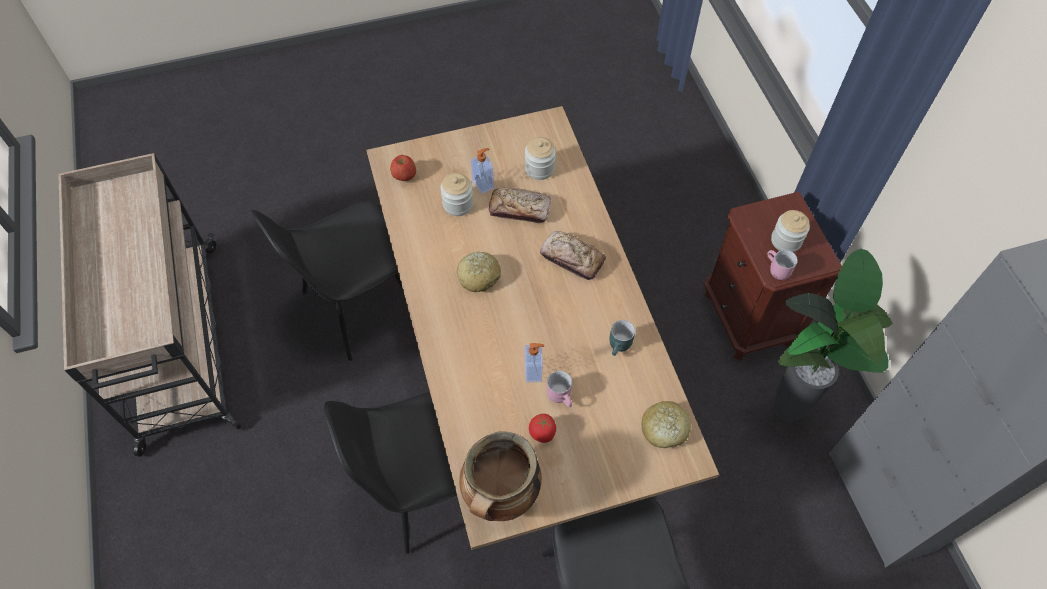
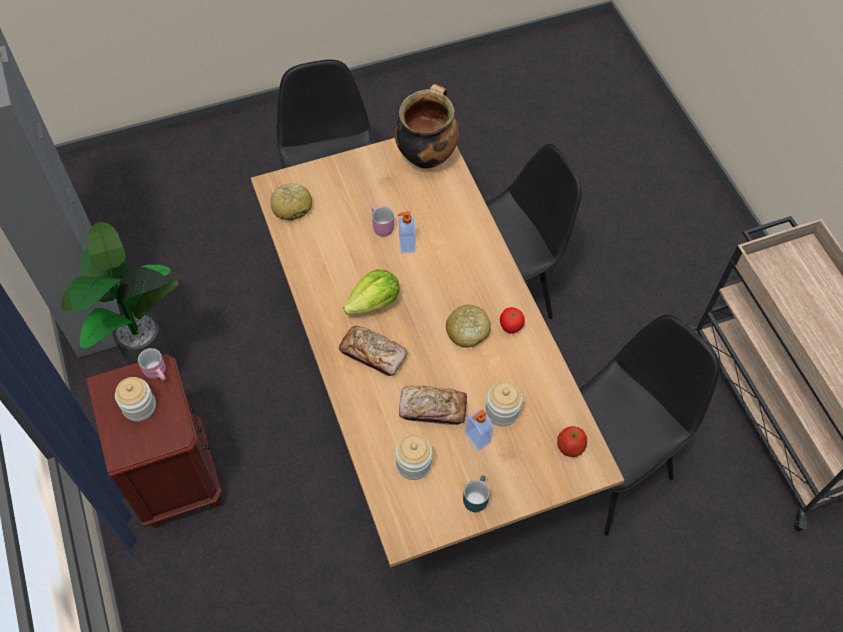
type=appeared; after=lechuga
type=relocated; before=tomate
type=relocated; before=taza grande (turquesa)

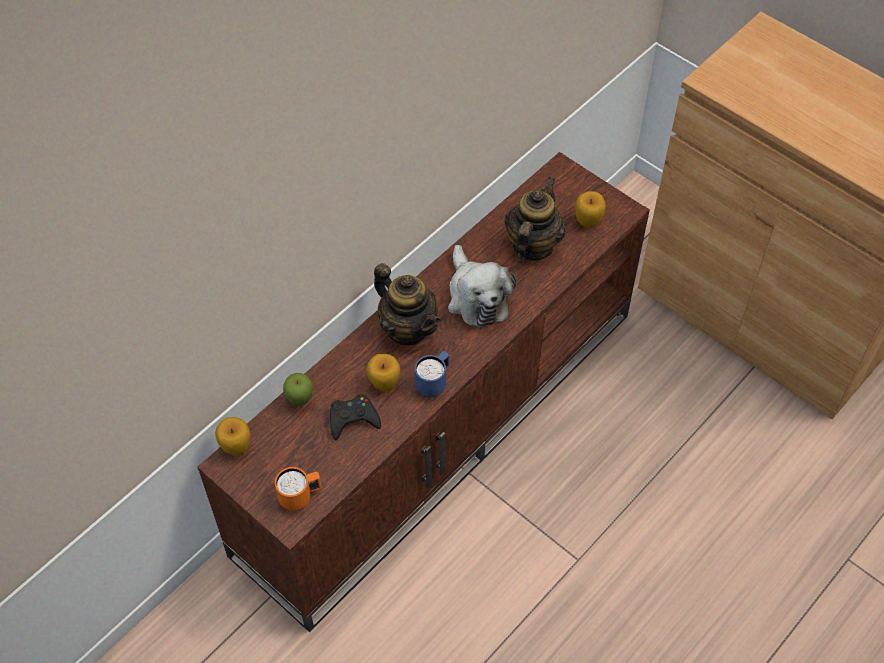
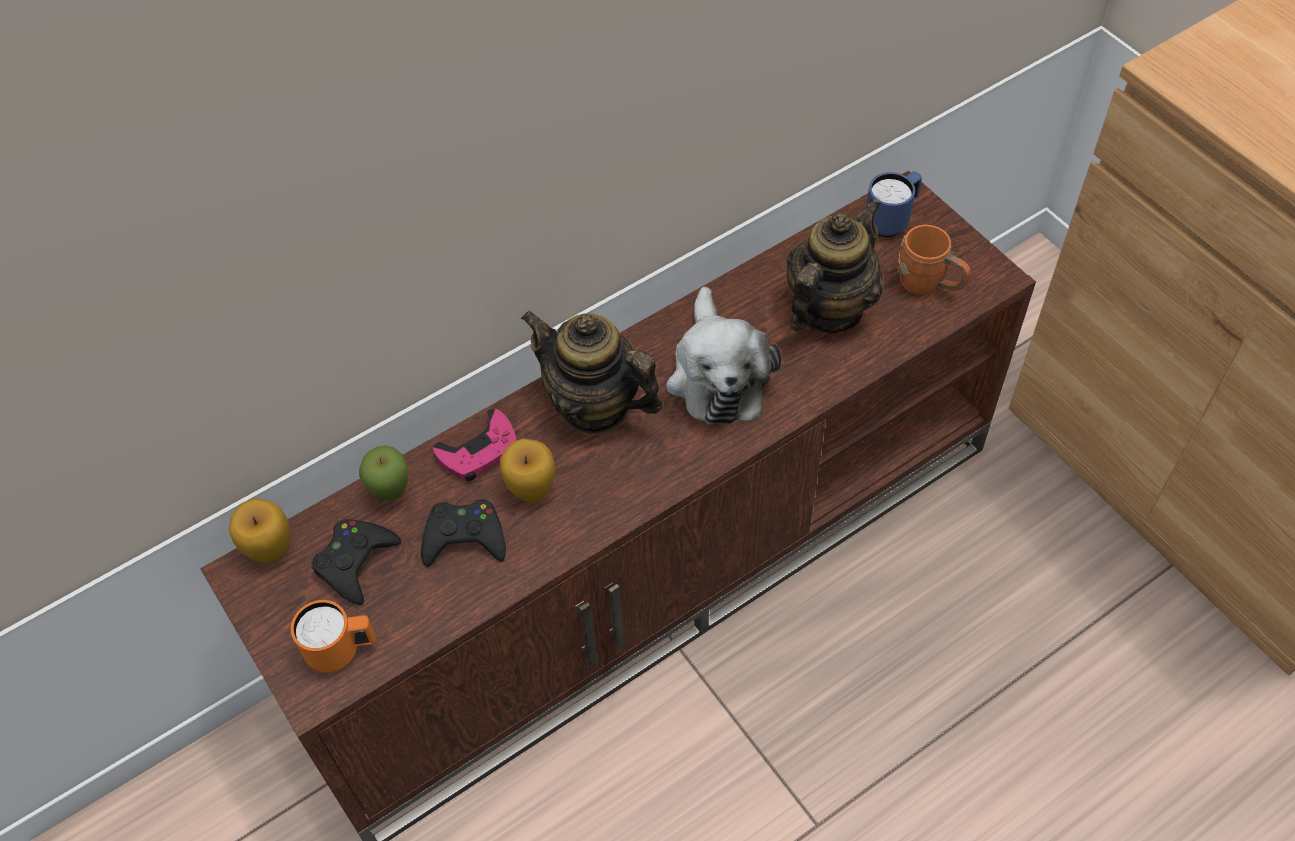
type=appeared; after=mando de consola (negro) (no. 1 from left)
type=appeared; after=mando de consola (rosa)
type=relocated; before=taza grande (azul)
type=exchanged; before=manzana (no. 4 from left); after=taza grande (naranja) (no. 2 from left)
type=spun; before=tetera (no. 1 from left); turn=150

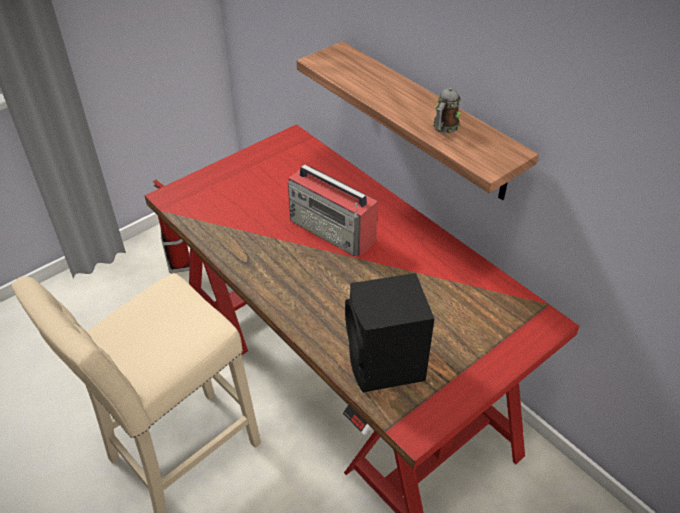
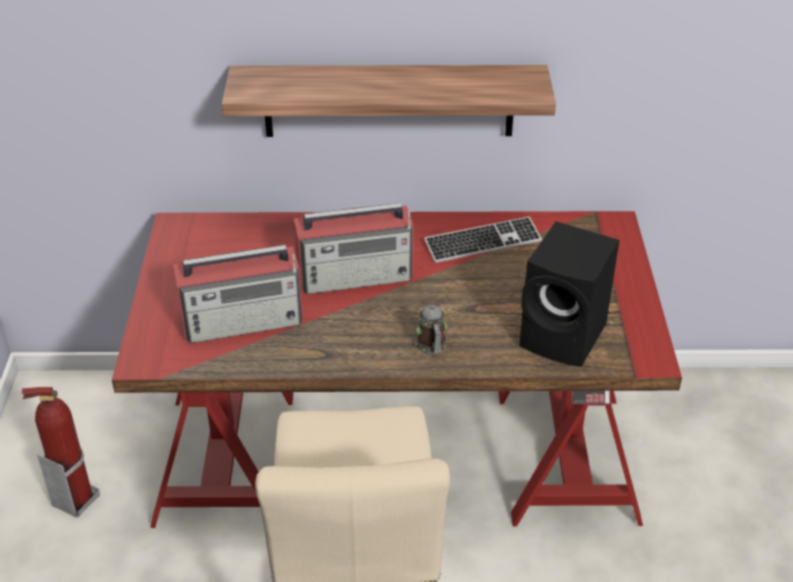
type=appeared; after=radio (no. 1 from left)
type=appeared; after=teclado
type=relocated; before=taza grande

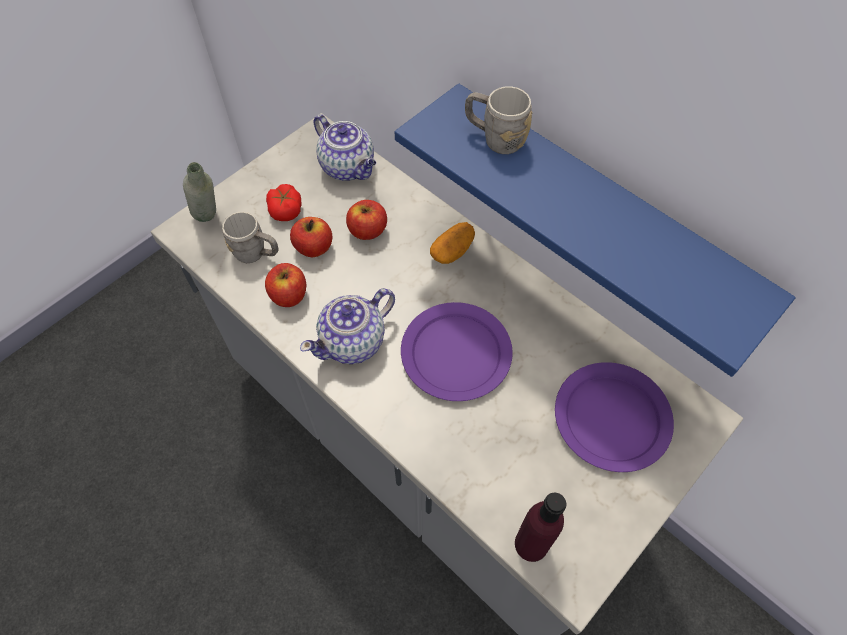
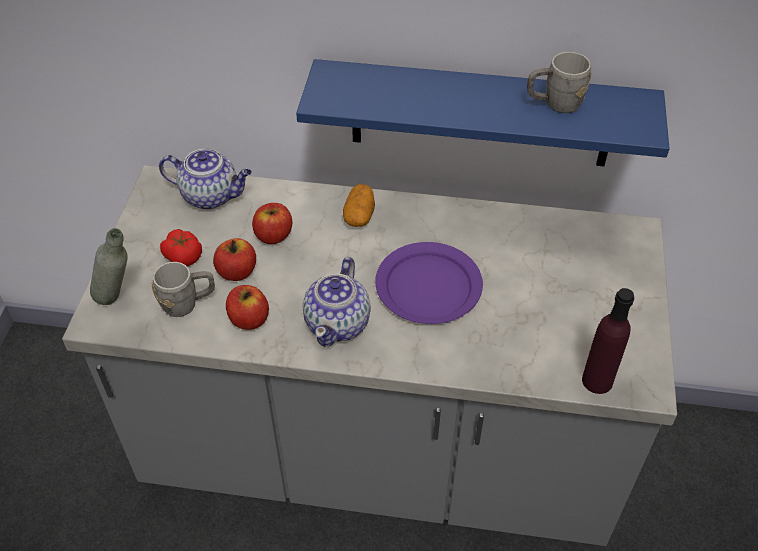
type=missing; before=plato (morado) (no. 2 from left)
type=relocated; before=taza grande (gris) (no. 2 from left)

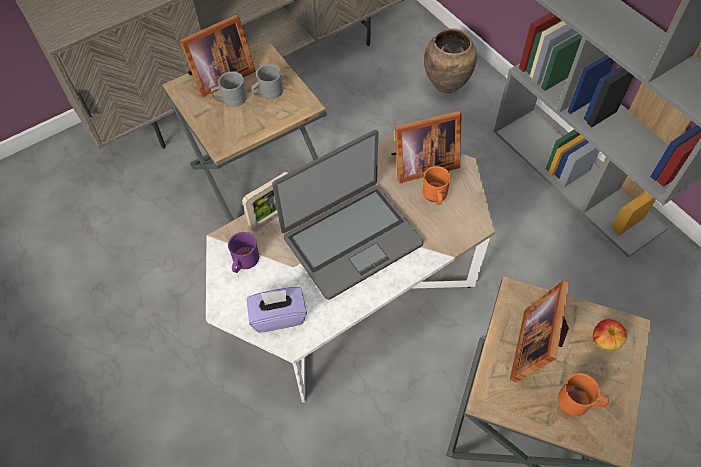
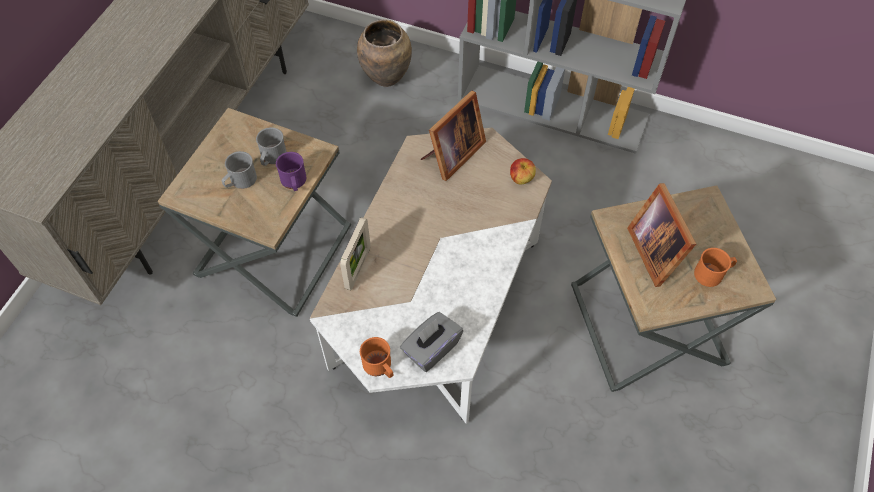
type=missing; before=portarretratos (no. 1 from left)
type=missing; before=portátil
type=relocated; before=taza grande (morado)
type=relocated; before=taza grande (naranja) (no. 1 from left)
type=relocated; before=manzana
type=colour; before=caja de pañuelos (morado); after=caja de pañuelos (gris)

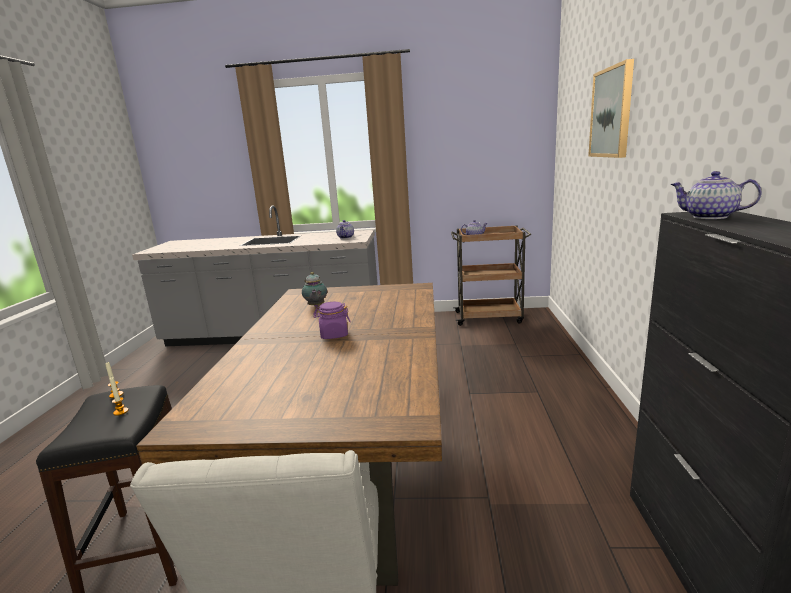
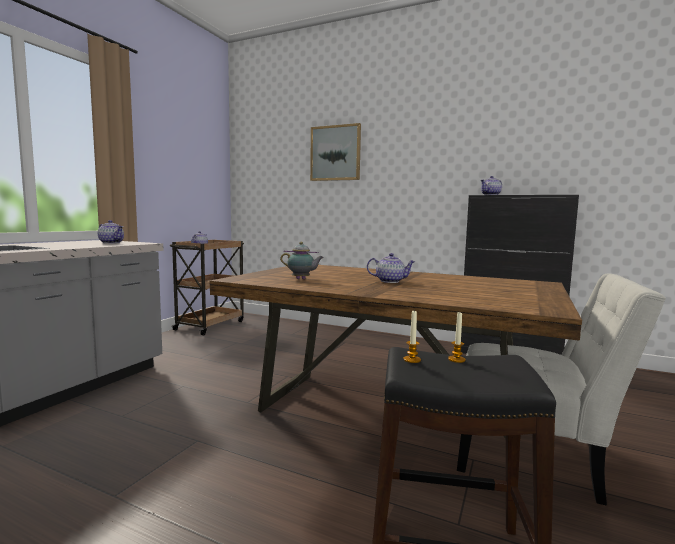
type=exchanged; before=tarro (morado); after=tetera (no. 4 from left)

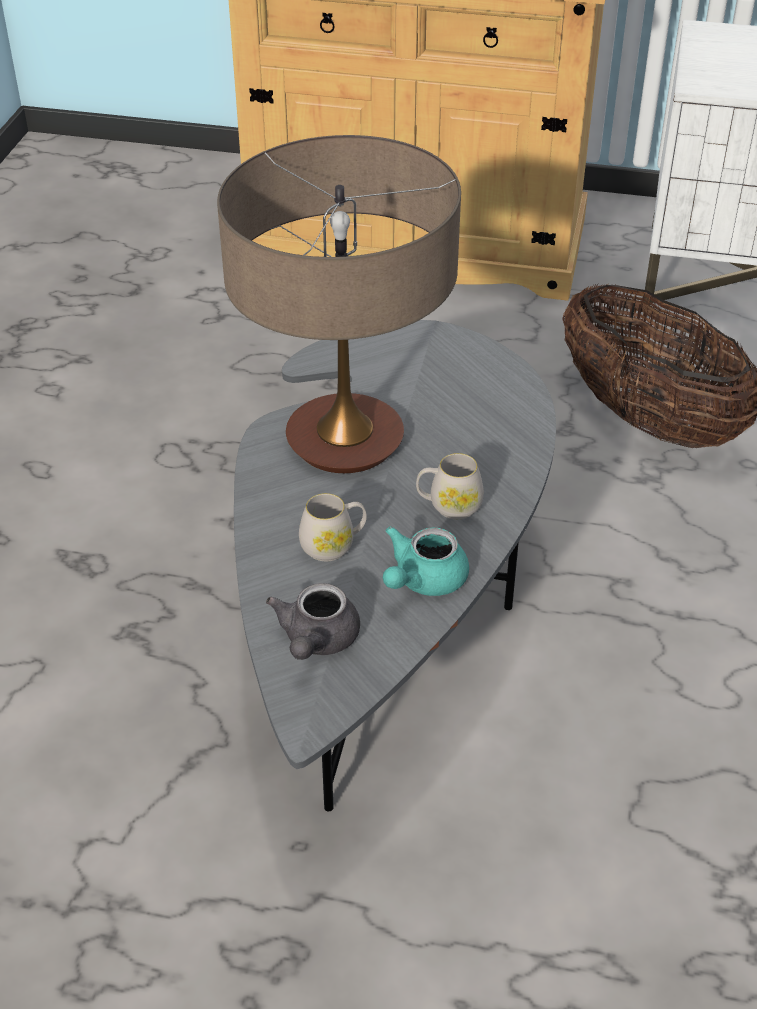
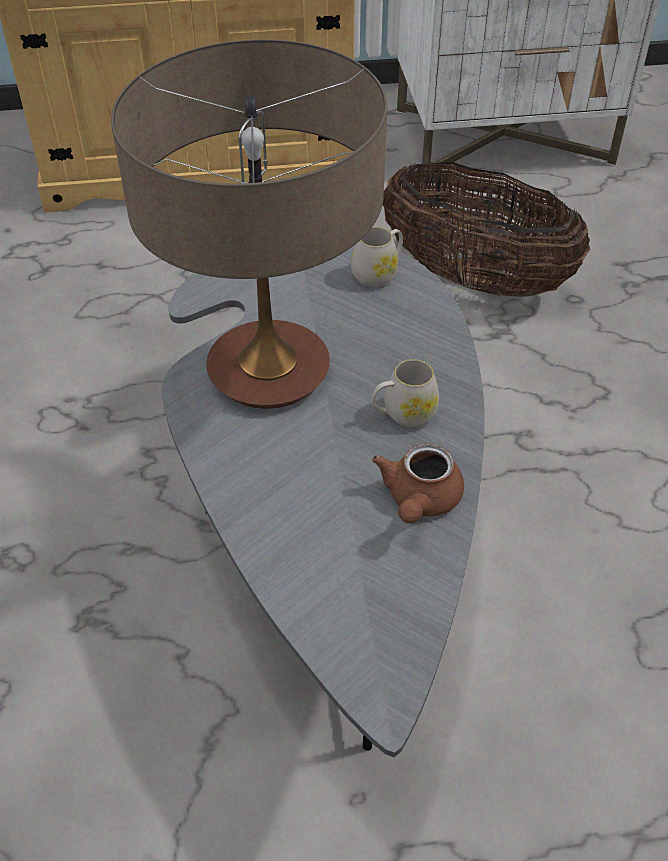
type=missing; before=tetera (gris)
type=relocated; before=taza grande (blanco) (no. 1 from left)
type=colour; before=tetera (turquesa); after=tetera (marrón)

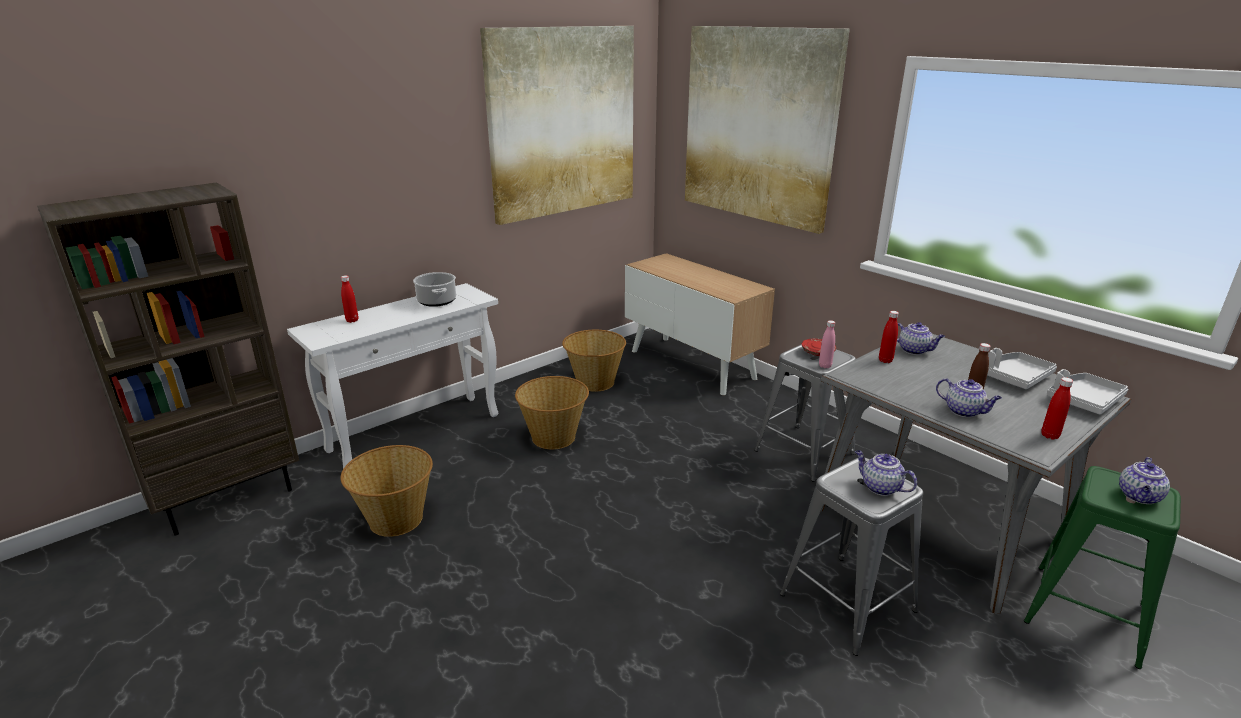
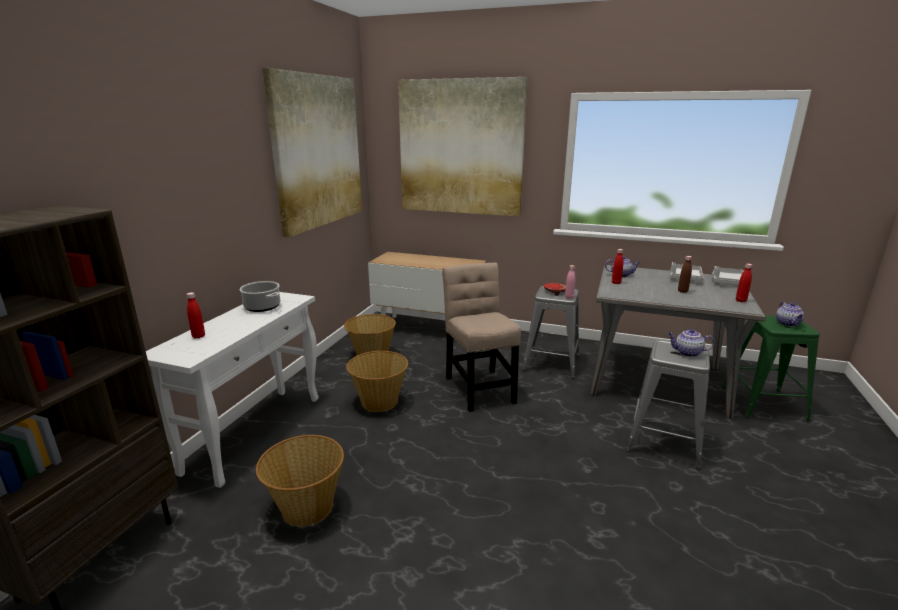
type=missing; before=tetera (no. 3 from left)
type=appeared; after=silla (beis)

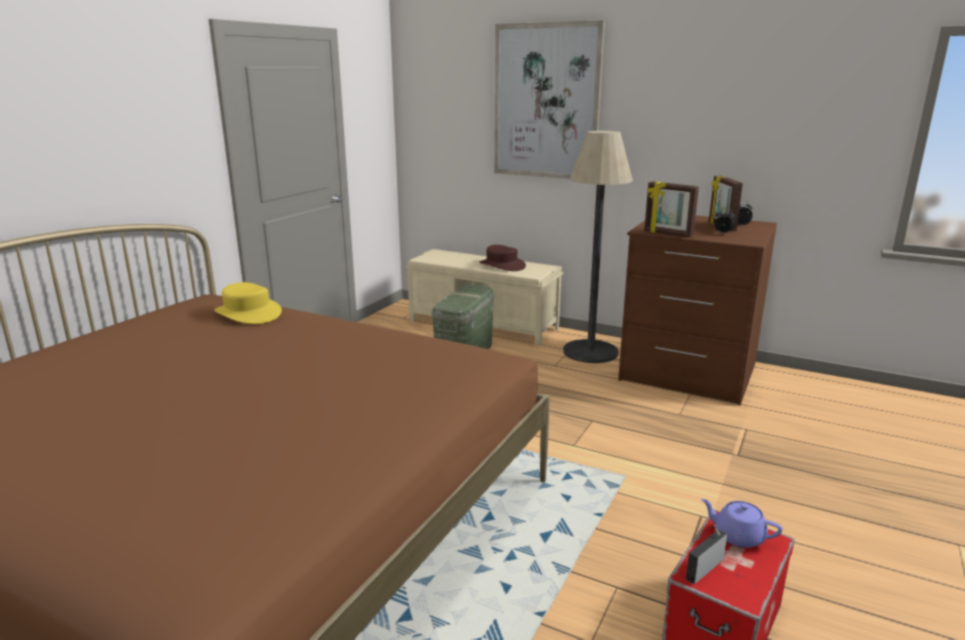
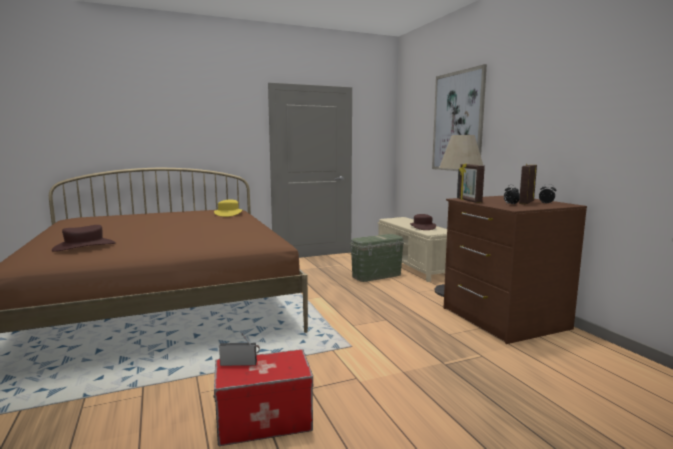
type=missing; before=tetera (morado)
type=appeared; after=sombrero (marrón) (no. 1 from left)

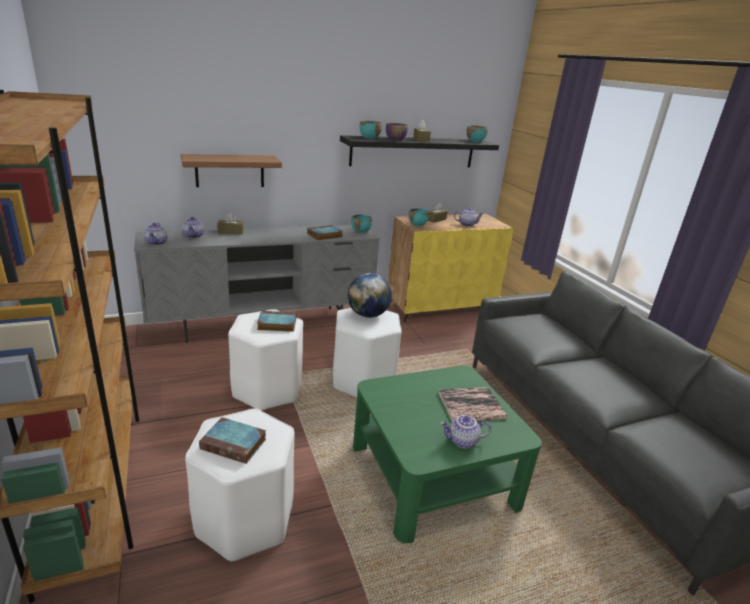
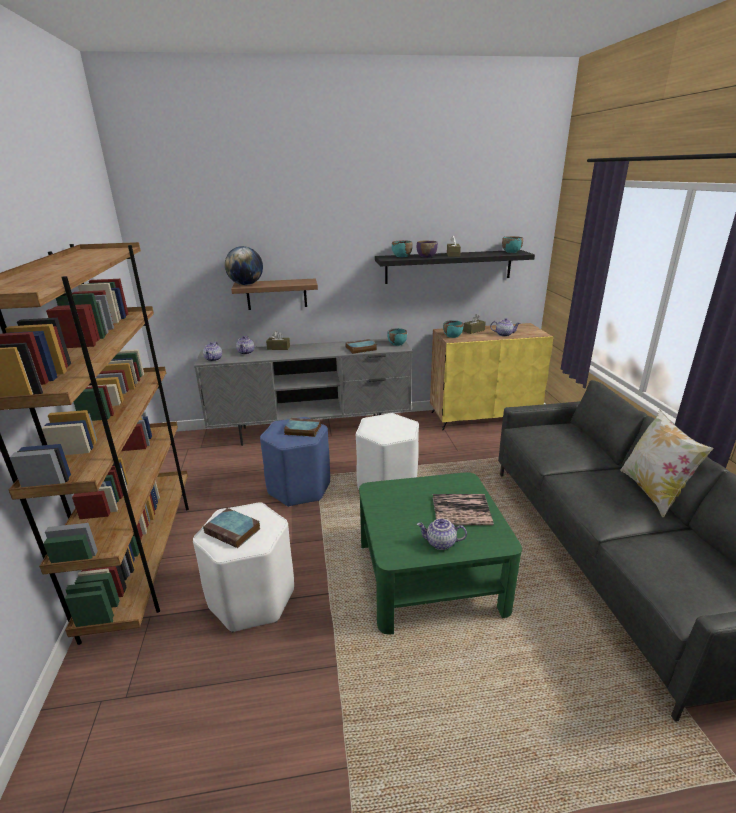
type=appeared; after=cojín
type=relocated; before=globo terráqueo
type=colour; before=taburete (blanco) (no. 2 from left); after=taburete (azul)

